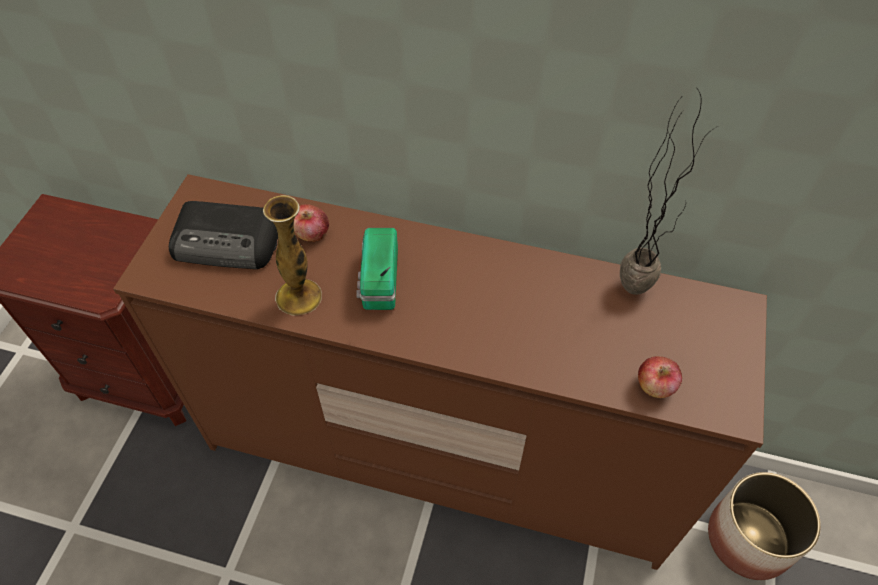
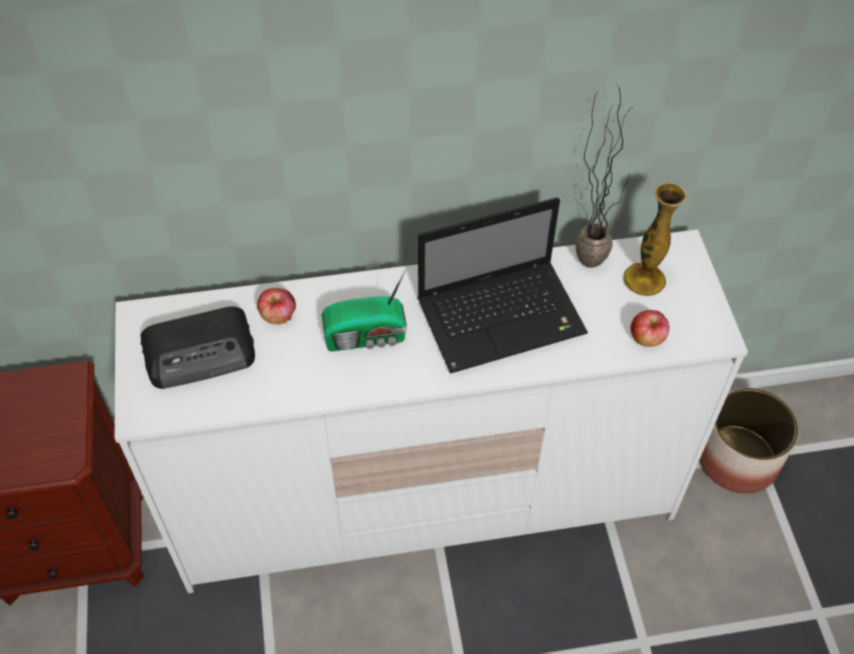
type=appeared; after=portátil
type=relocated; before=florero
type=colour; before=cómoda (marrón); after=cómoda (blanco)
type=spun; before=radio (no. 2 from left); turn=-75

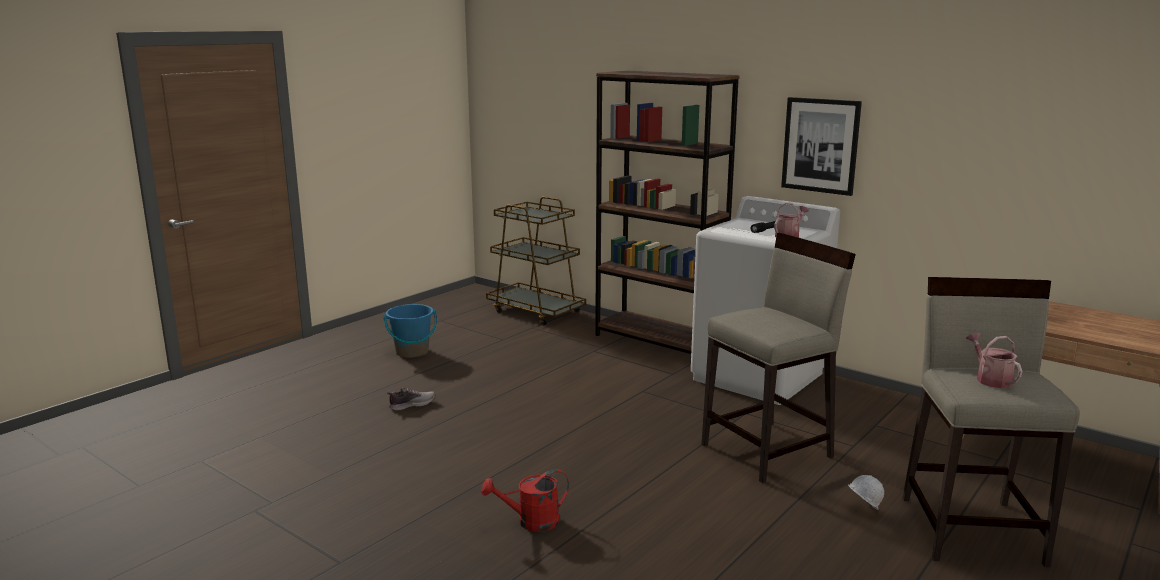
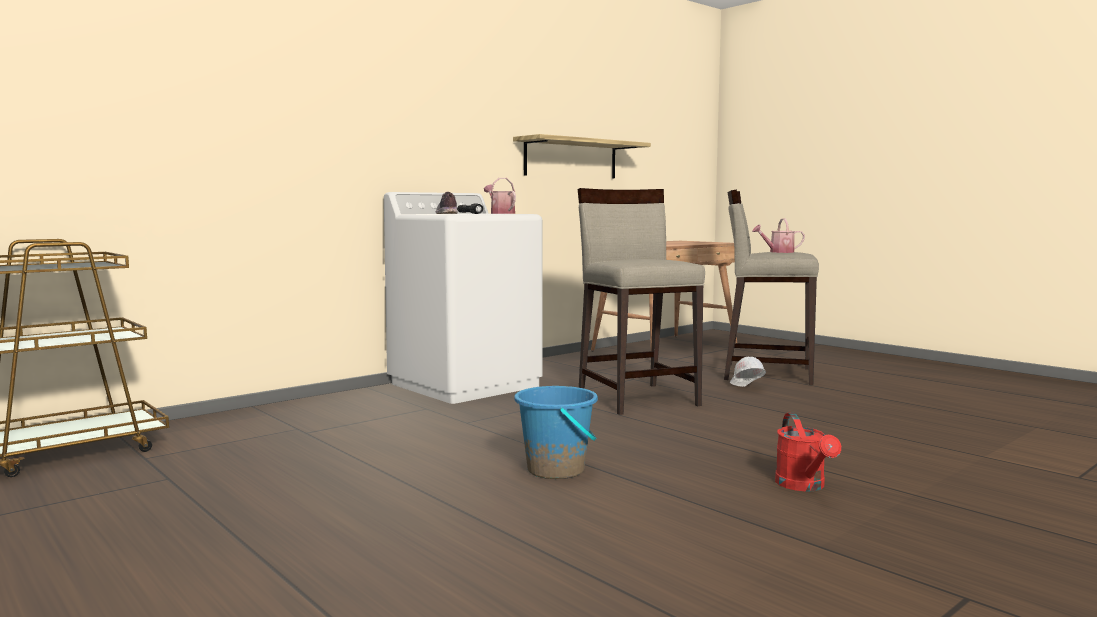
type=missing; before=estantería (marrón)
type=missing; before=cuadro
type=appeared; after=estante
type=relocated; before=cubo (azul)
type=relocated; before=zapato

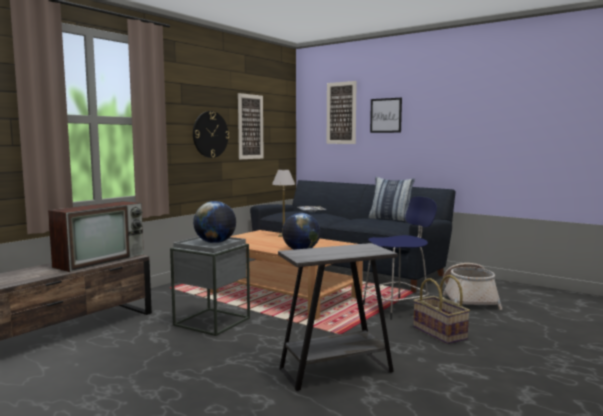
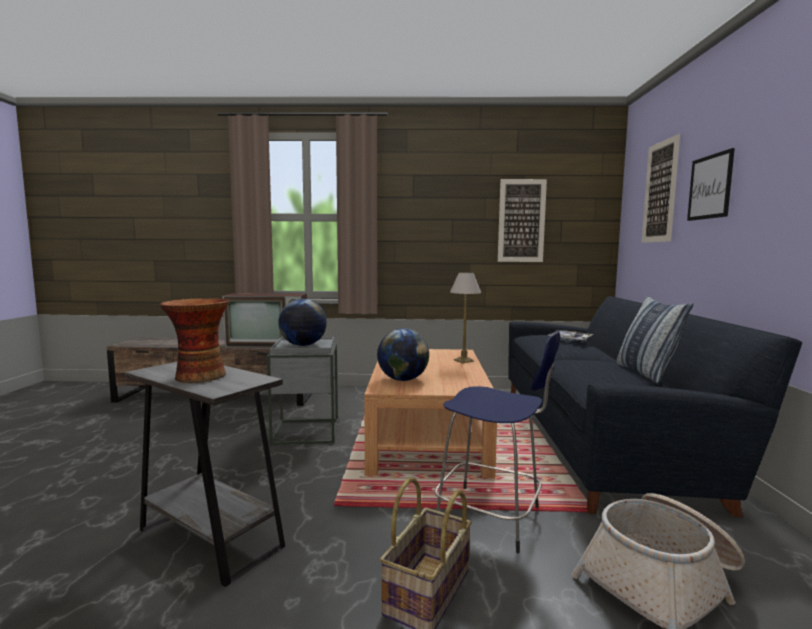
type=missing; before=reloj de pared
type=appeared; after=florero

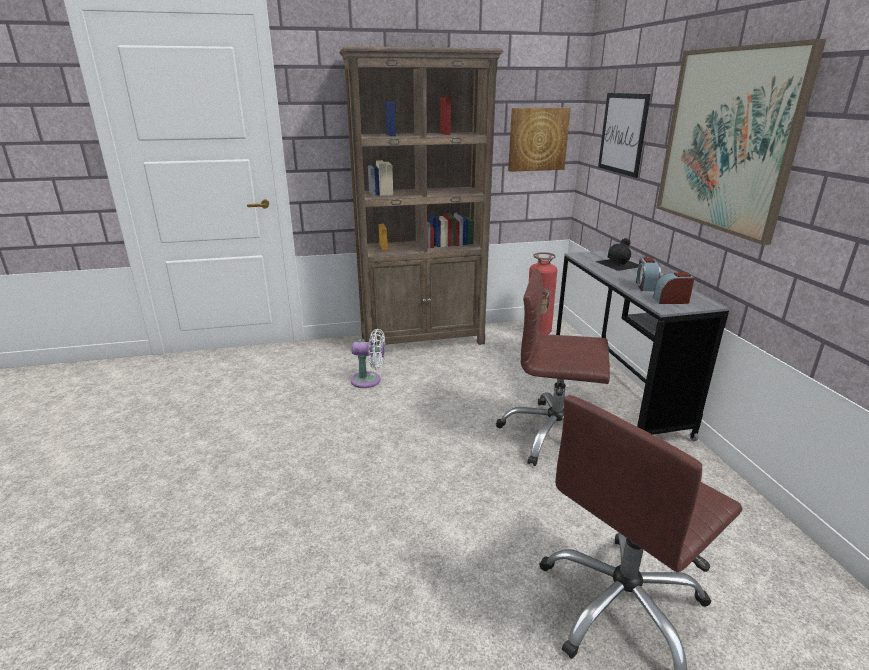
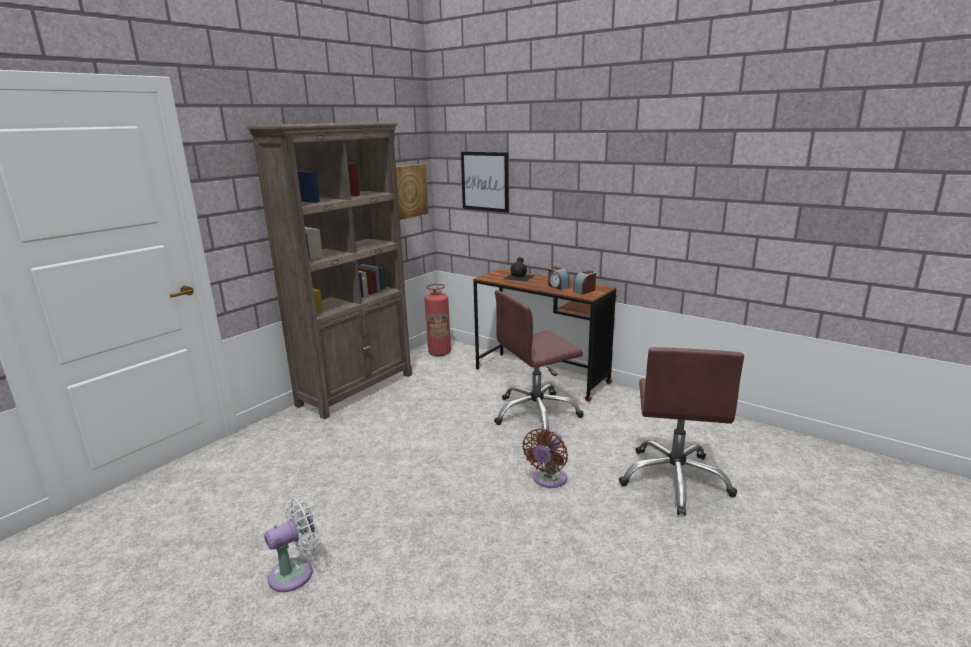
type=missing; before=cuadro (no. 3 from left)
type=appeared; after=ventilador (marrón)
type=relocated; before=ventilador (blanco)
type=colour; before=escritorio (gris); after=escritorio (marrón)

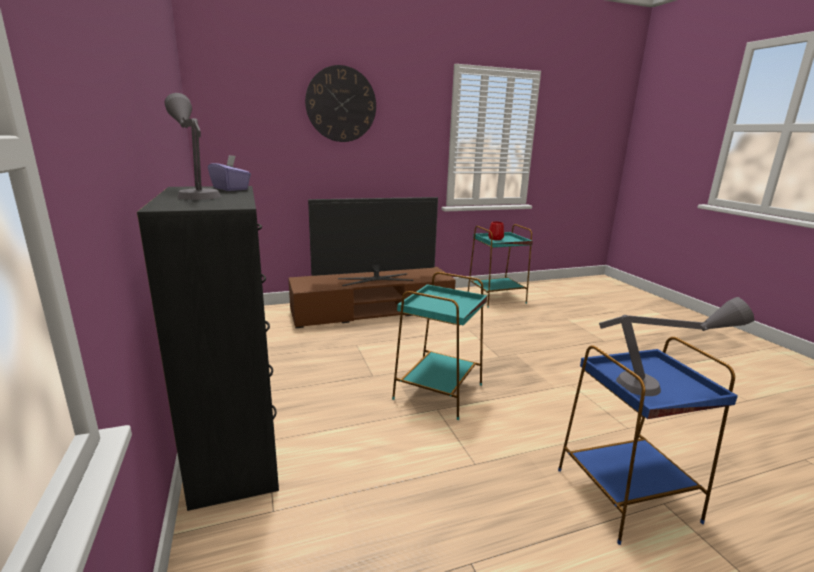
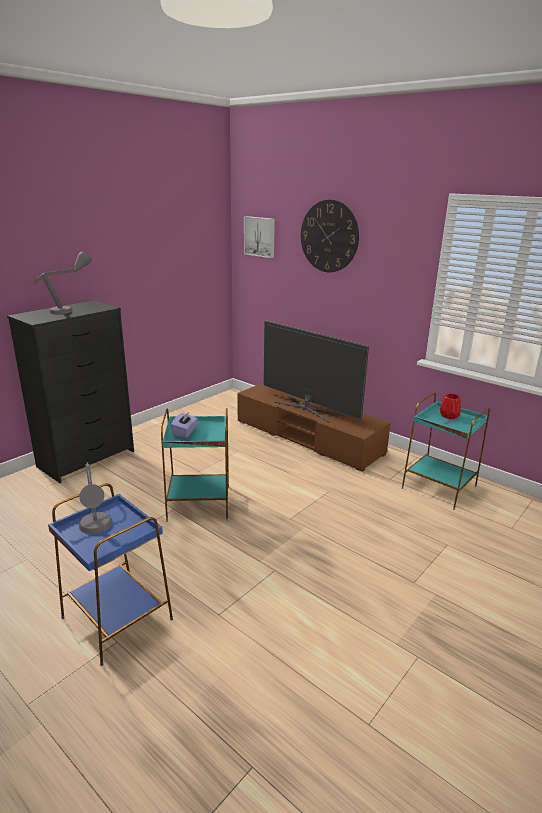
type=appeared; after=cuadro
type=relocated; before=caja de pañuelos (morado)

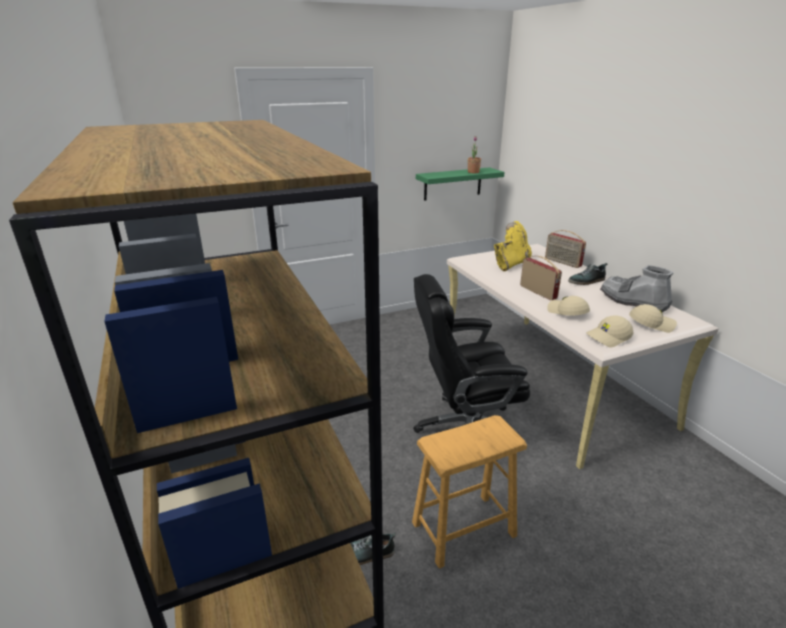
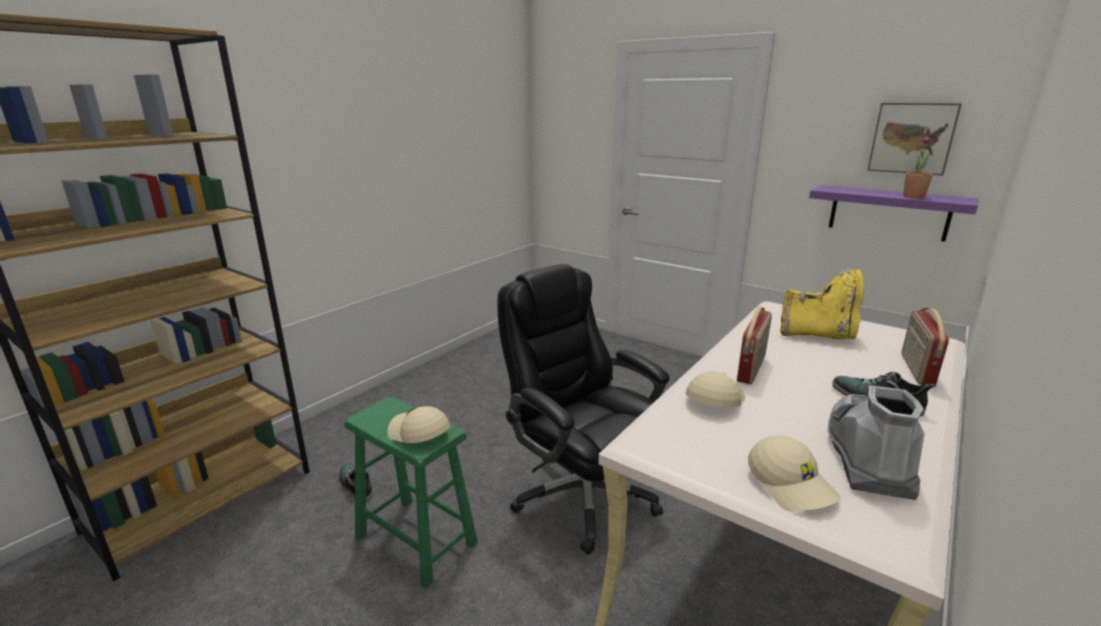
type=appeared; after=cuadro
type=relocated; before=gorra (beis) (no. 2 from left in the first image); after=gorra (beis) (no. 1 from left)
type=colour; before=taburete (marrón); after=taburete (verde)
type=colour; before=estante (verde); after=estante (morado)

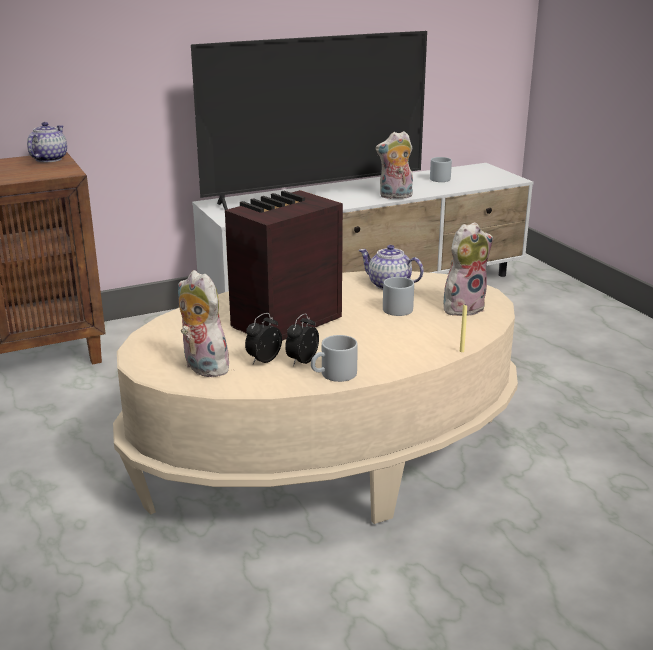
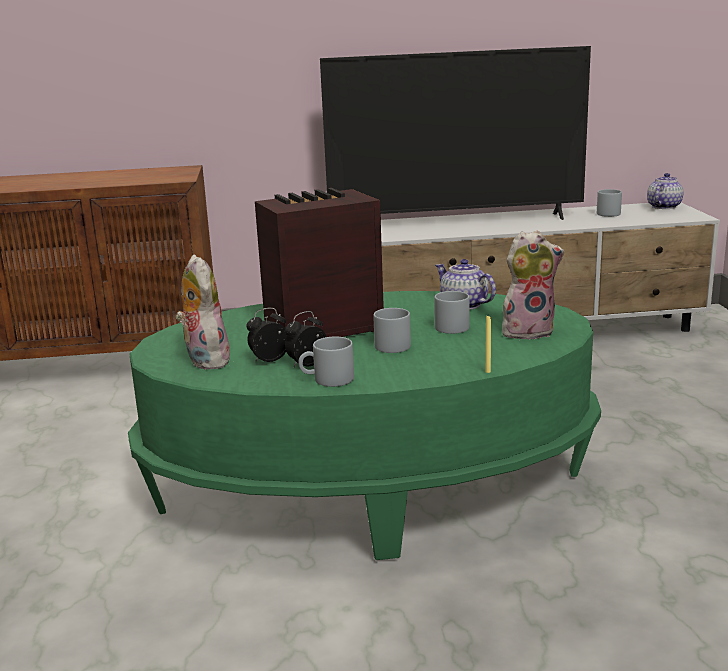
type=missing; before=peluche (no. 2 from left)
type=appeared; after=taza grande (gris) (no. 2 from left)
type=relocated; before=tetera (no. 1 from left in the first image); after=tetera (no. 2 from left)
type=colour; before=mesa de centro (beis); after=mesa de centro (verde)

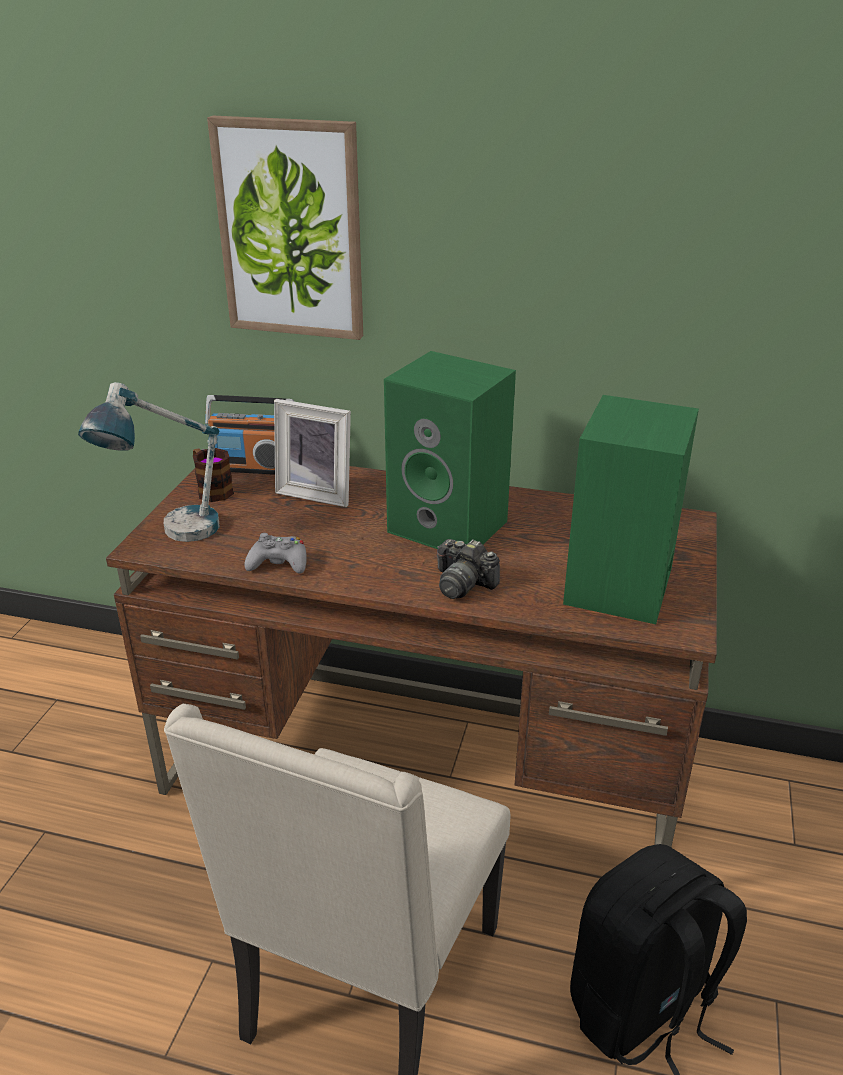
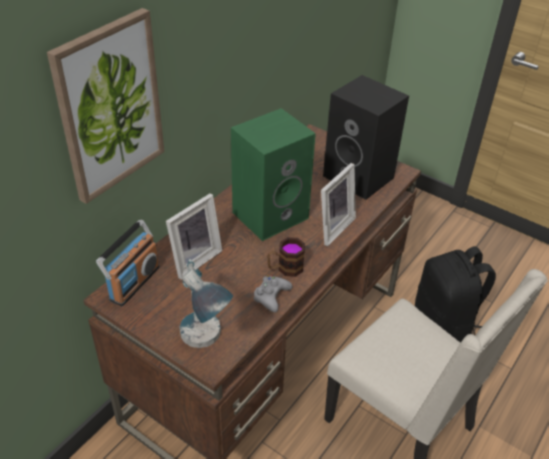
type=relocated; before=taza grande
type=exchanged; before=cámara; after=portarretratos (no. 2 from left)
type=colour; before=altavoz (verde) (no. 2 from left); after=altavoz (negro)

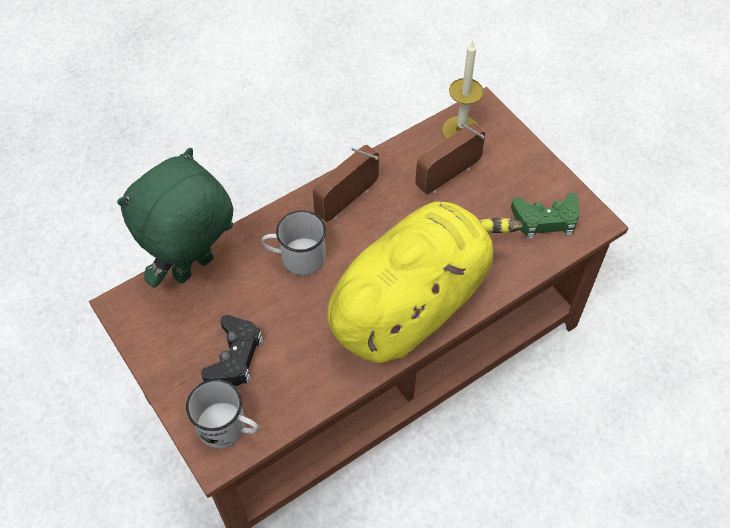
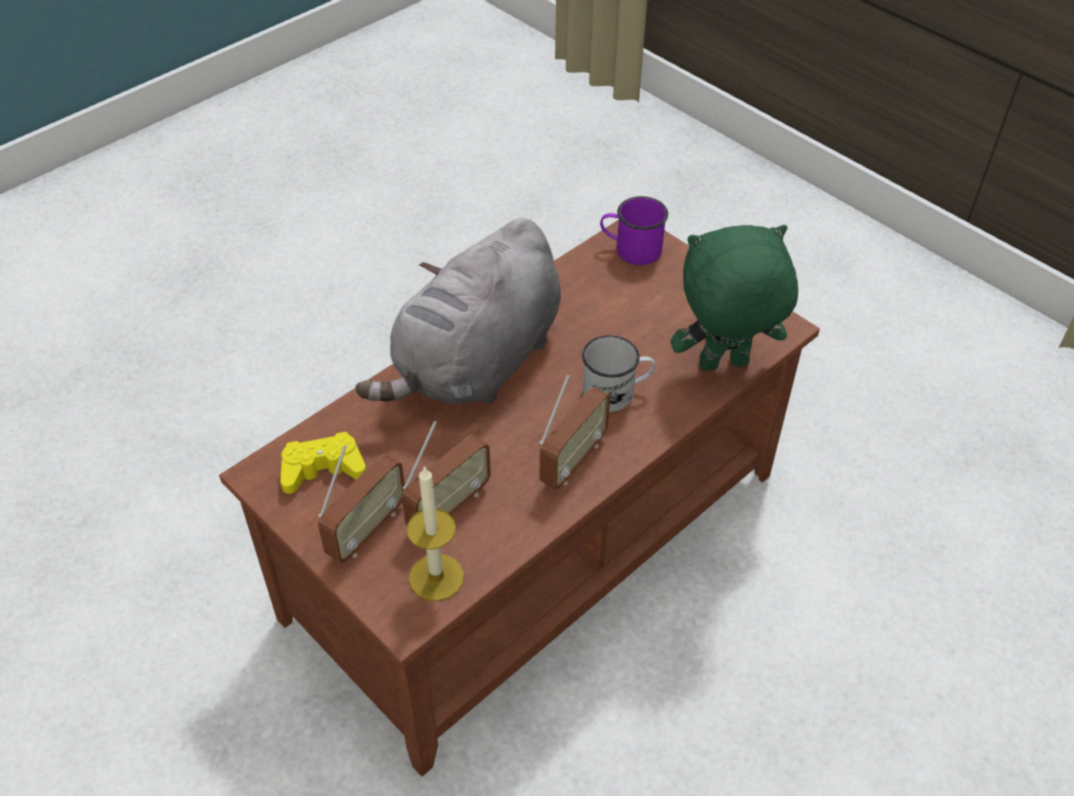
type=missing; before=mando de consola (negro)
type=appeared; after=radio (no. 1 from left)
type=colour; before=taza grande (blanco) (no. 1 from left); after=taza grande (morado)
type=colour; before=peluche (amarillo); after=peluche (gris)
type=colour; before=mando de consola (verde); after=mando de consola (amarillo)
type=spun; before=peluche (verde); turn=-135

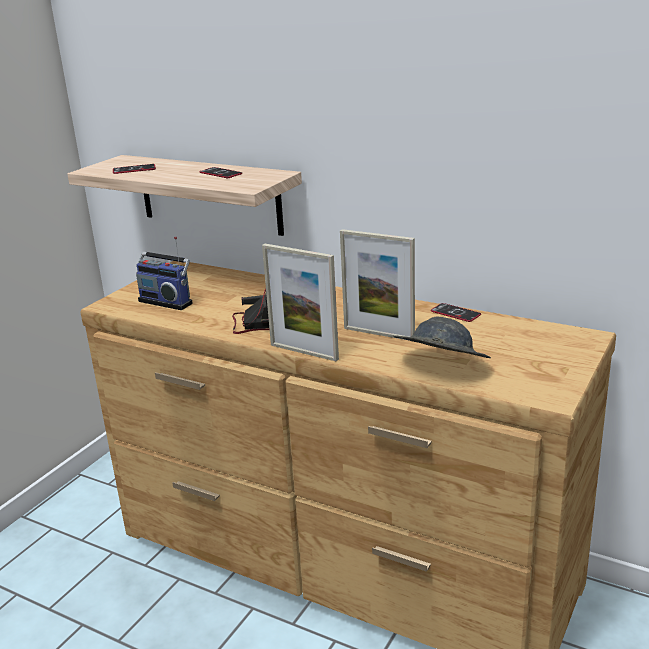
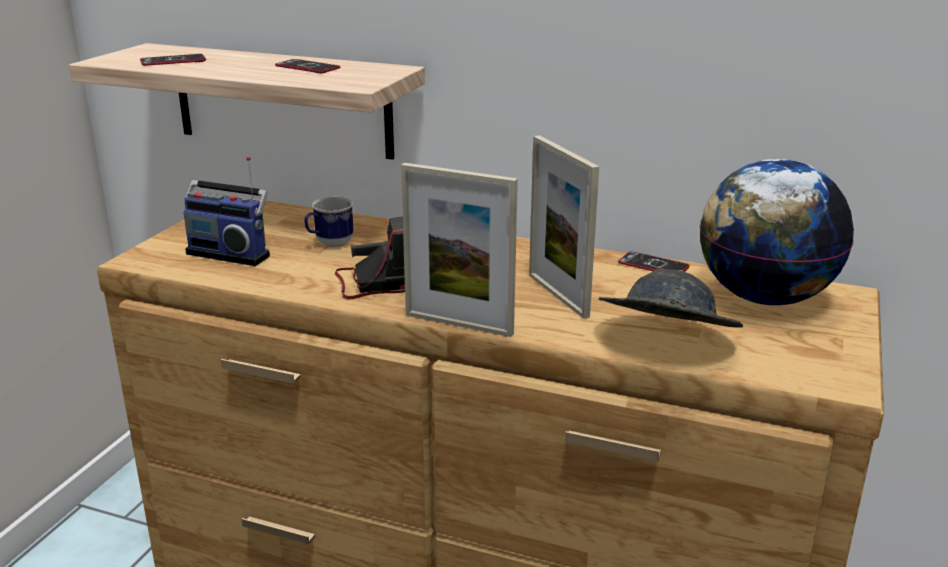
type=appeared; after=taza grande
type=appeared; after=globo terráqueo
type=spun; before=portarretratos (no. 2 from left); turn=45

